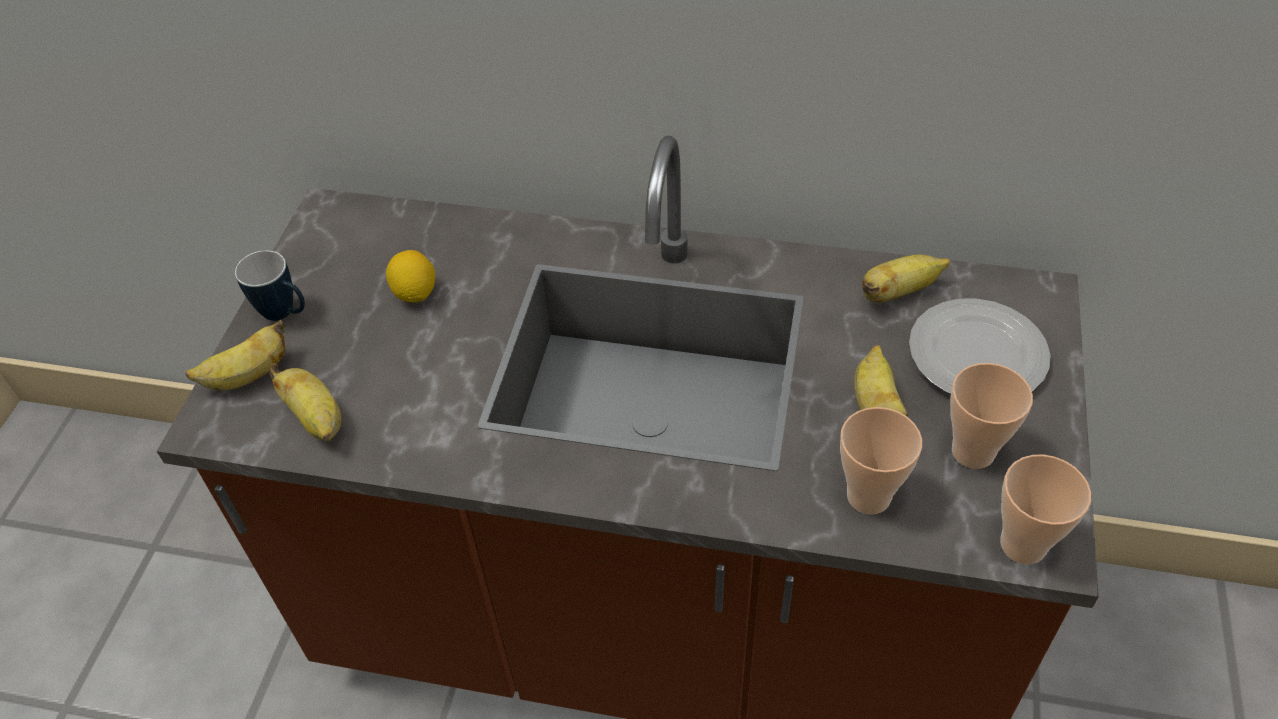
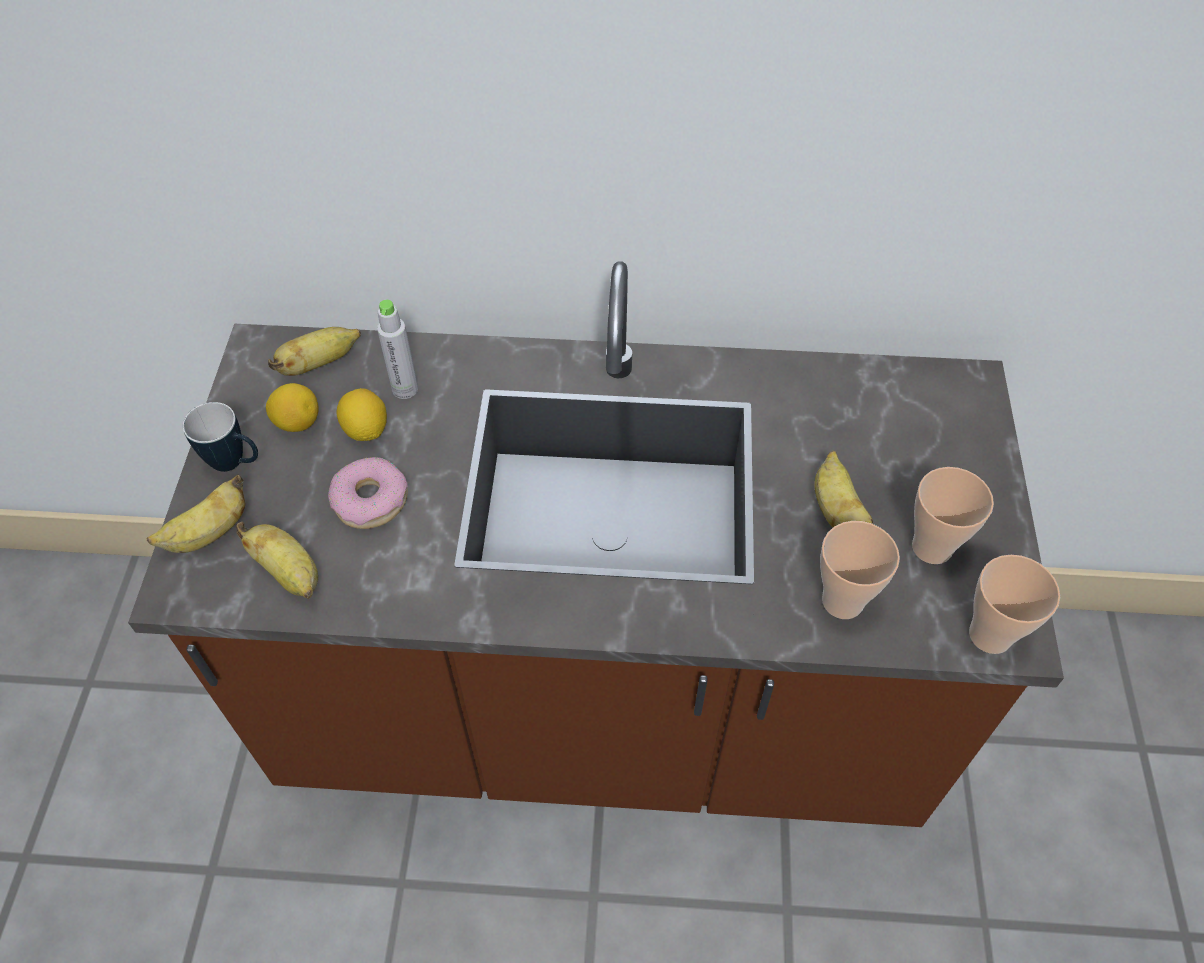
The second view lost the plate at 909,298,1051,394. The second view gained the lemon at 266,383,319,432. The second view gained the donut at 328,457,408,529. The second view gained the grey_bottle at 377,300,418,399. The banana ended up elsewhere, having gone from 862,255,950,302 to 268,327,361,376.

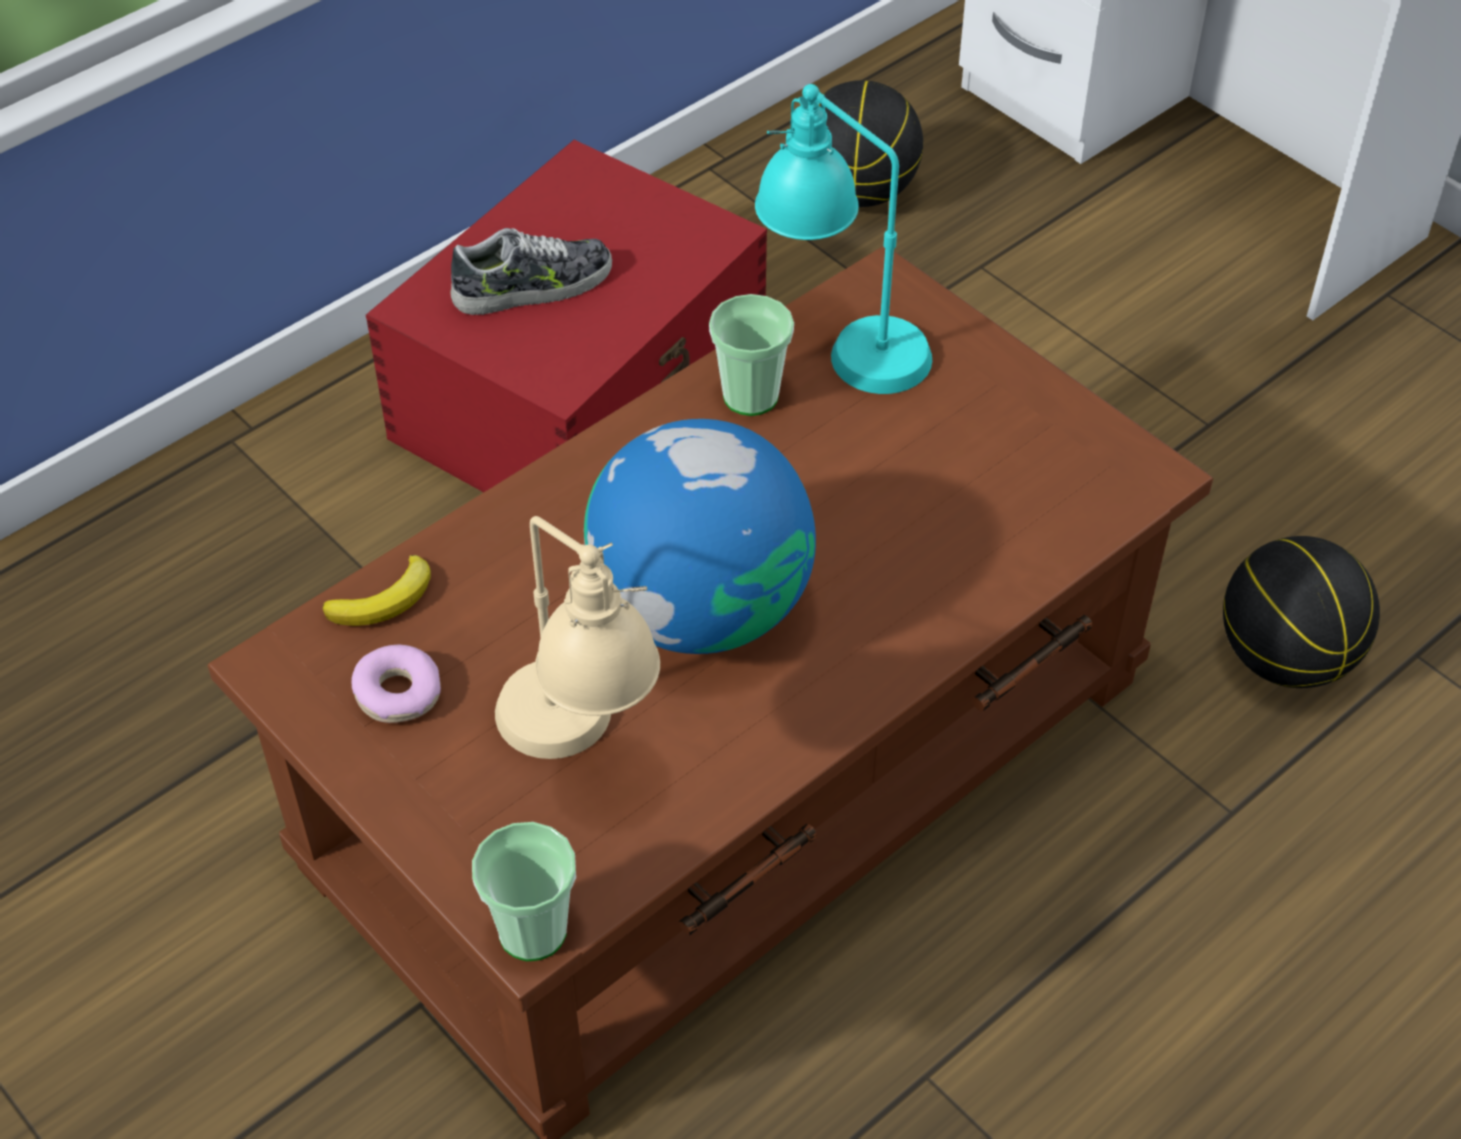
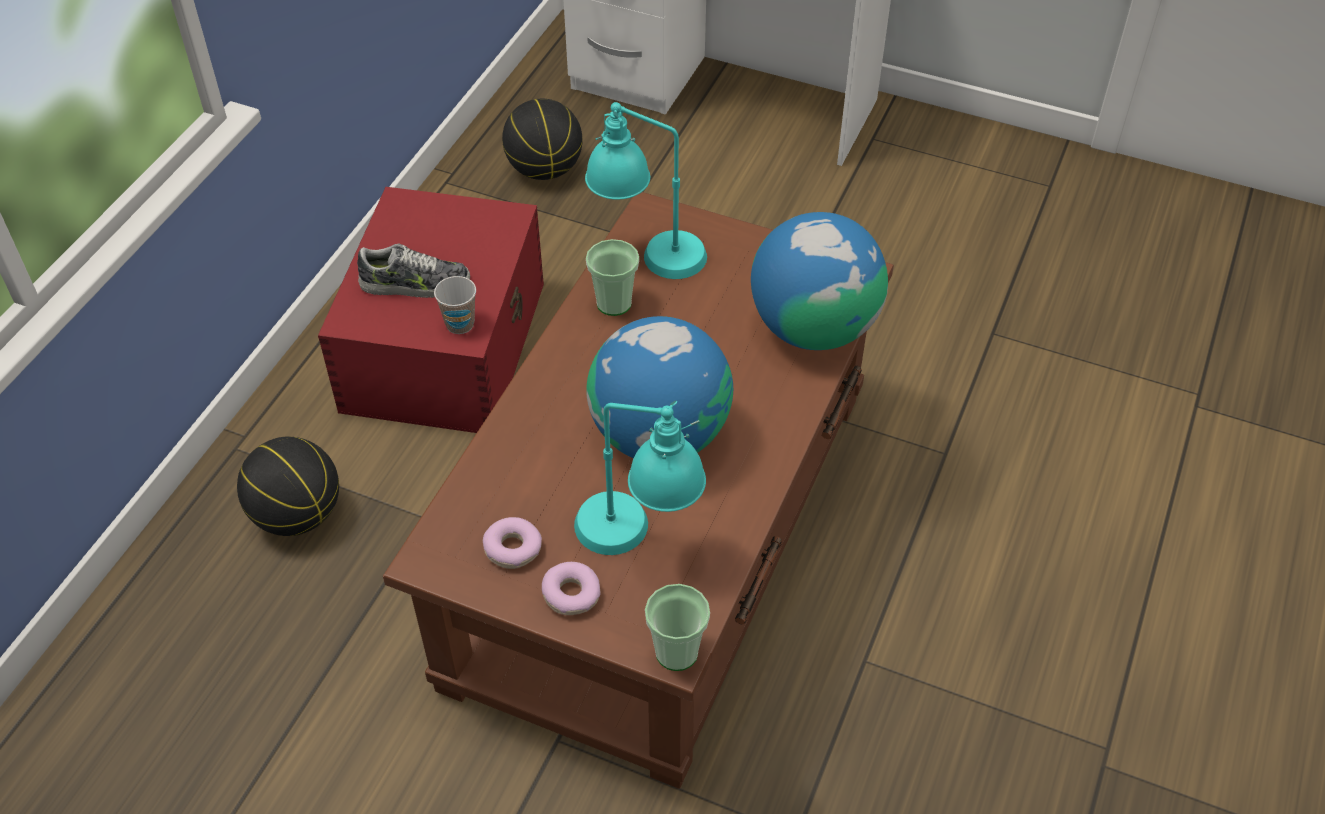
The second view lost the banana at 322,555,431,626. The second view gained the cup at 434,276,476,334. The second view gained the donut at 542,562,600,615. The second view gained the globe at 751,212,888,350. The basketball ended up elsewhere, having gone from 1223,536,1380,688 to 237,437,339,536. What was the beige_table_lamp at 495,516,660,759 turned into the turquoise_table_lamp at 574,401,706,555. The shoe at 451,228,612,315 ended up facing another way, 45 degrees clockwise from before.

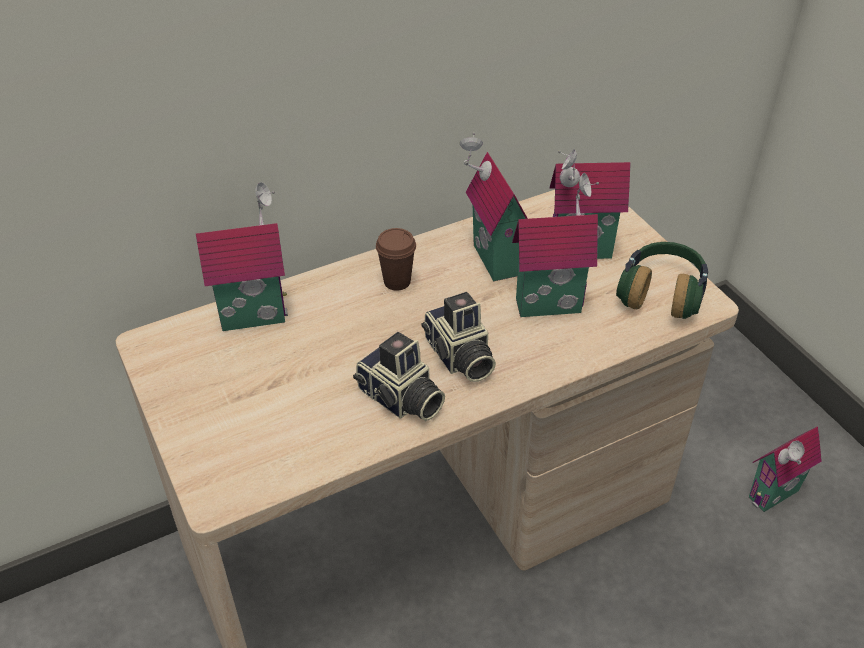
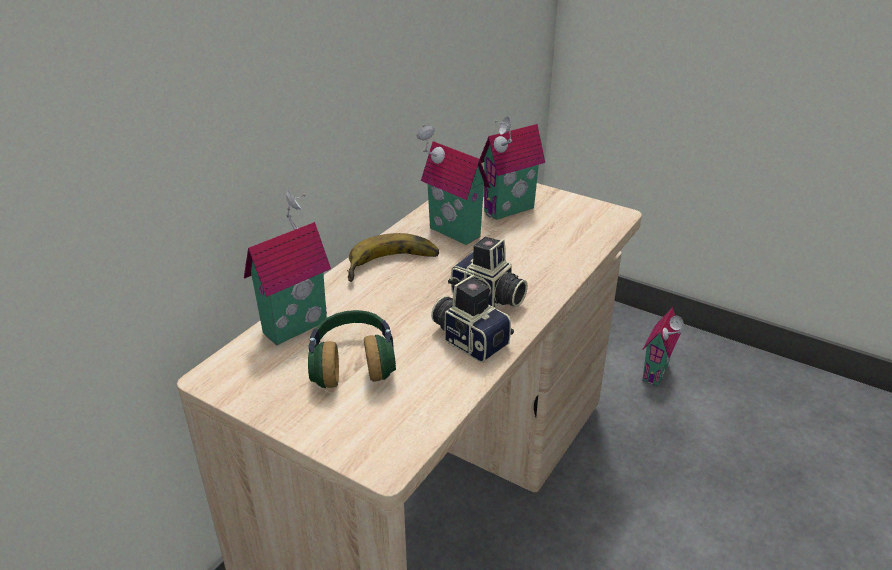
The second view lost the toy_house at 512,173,599,317. The headphones ended up elsewhere, having gone from 616,242,708,319 to 308,310,396,388. Where the brown_cup stood at 376,228,416,291, the banana came to stand at 347,233,439,282. The photo_camera at 353,332,445,421 ended up facing another way, 150 degrees counterclockwise from before.

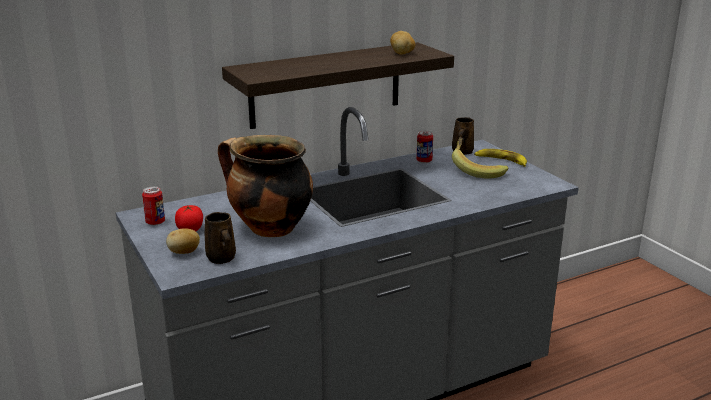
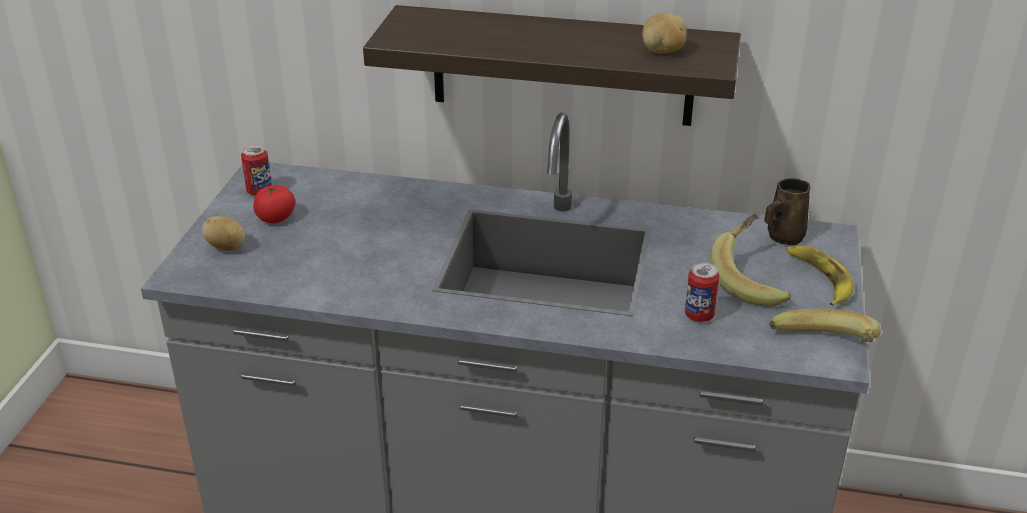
The second view lost the brown_mug at 205,212,236,264. The second view lost the cooking_pot at 218,135,313,237. The second view gained the banana at 769,309,881,344. The can ended up elsewhere, having gone from 416,131,433,163 to 685,262,720,322.

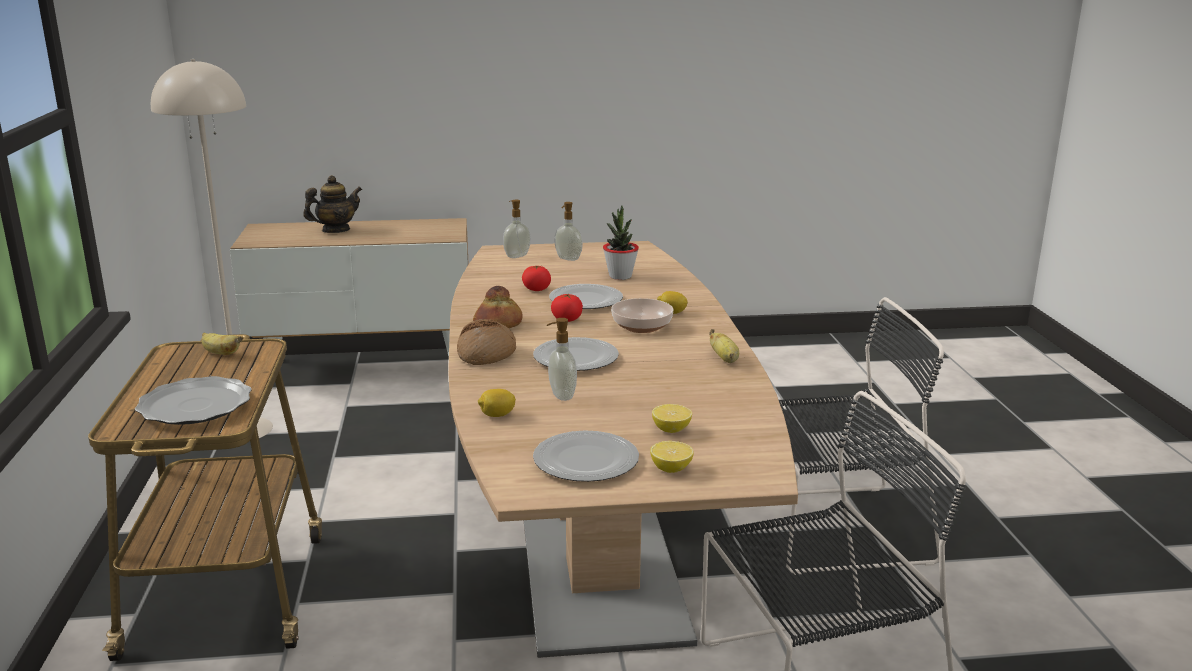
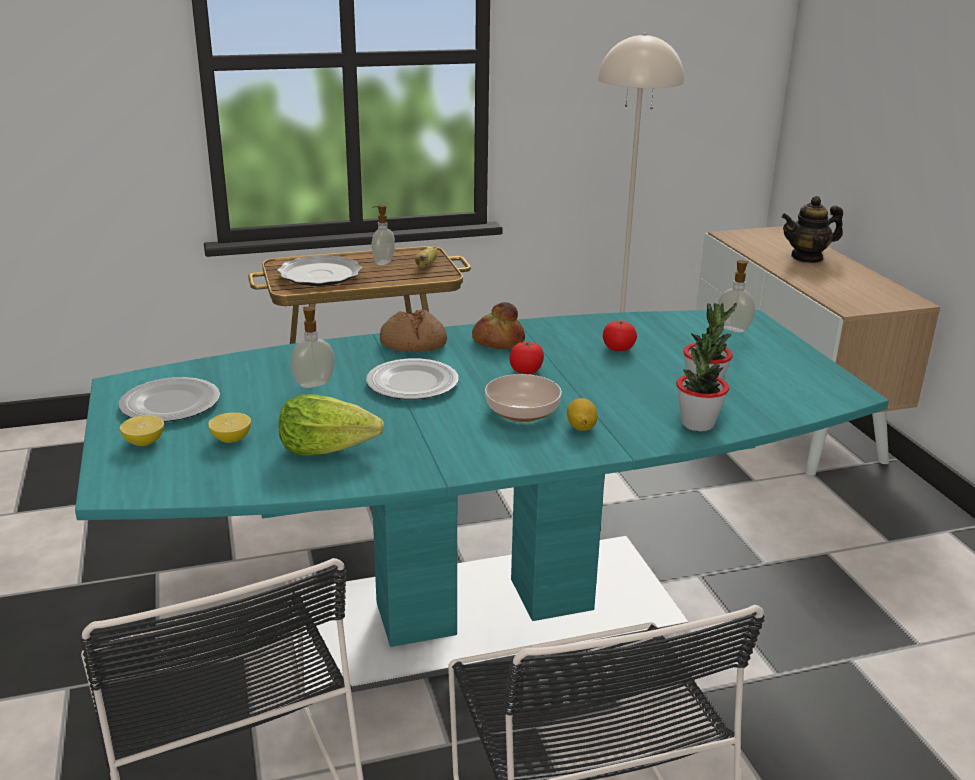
The second view lost the lemon at 478,389,516,417. The second view lost the plate at 549,284,623,309. The second view lost the banana at 709,329,739,363. The second view gained the lettuce at 279,394,384,455. The second view gained the potted_plant at 676,334,729,431. The soap_dispenser ended up elsewhere, having gone from 554,202,583,261 to 372,205,395,265. What was the brown_dining_table at 448,241,798,658 turned into the turquoise_dining_table at 75,310,889,697. The teapot at 303,175,362,233 ended up facing another way, 120 degrees clockwise from before.

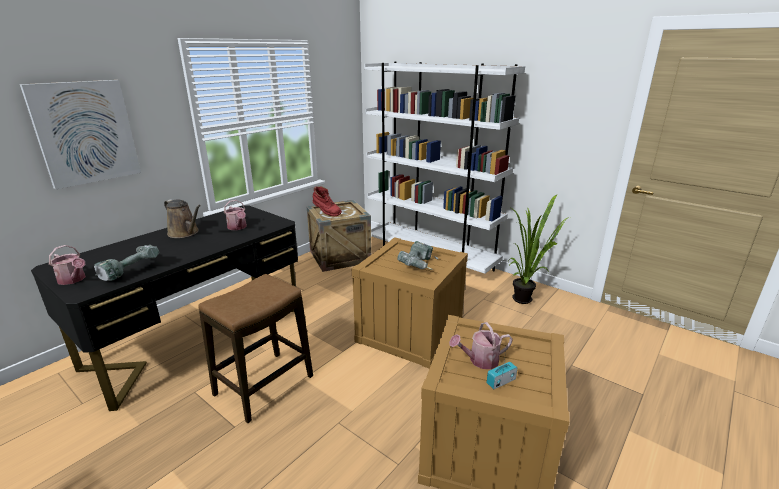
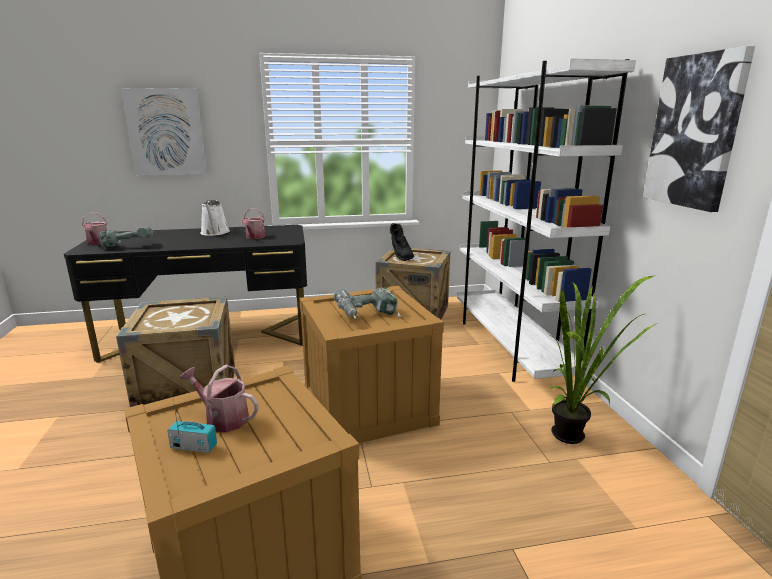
The second view gained the picture at 643,46,755,212. Where the stool stood at 199,274,313,423, the crate came to stand at 116,297,235,407. What was the brown_watering_can at 164,199,201,238 turned into the white_watering_can at 200,200,230,236. What was the red_boot at 313,186,342,216 turned into the black_boot at 389,223,414,261.

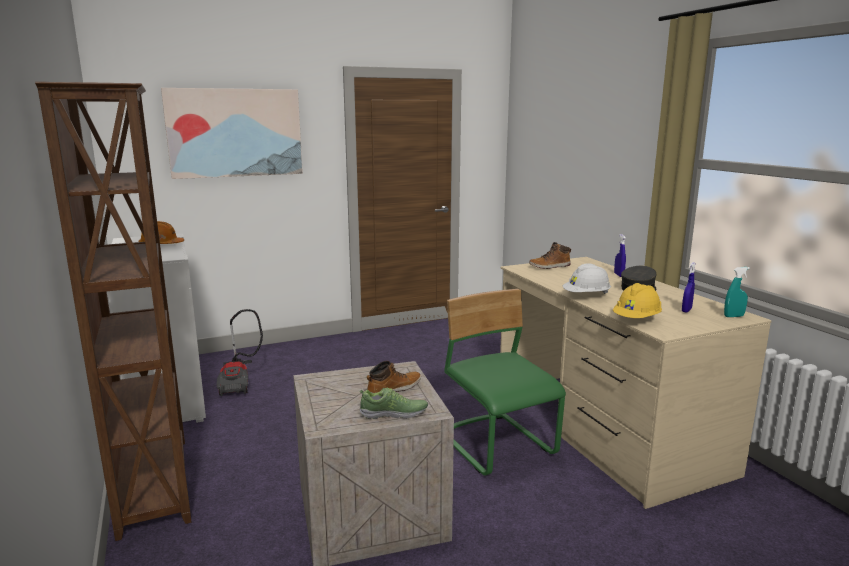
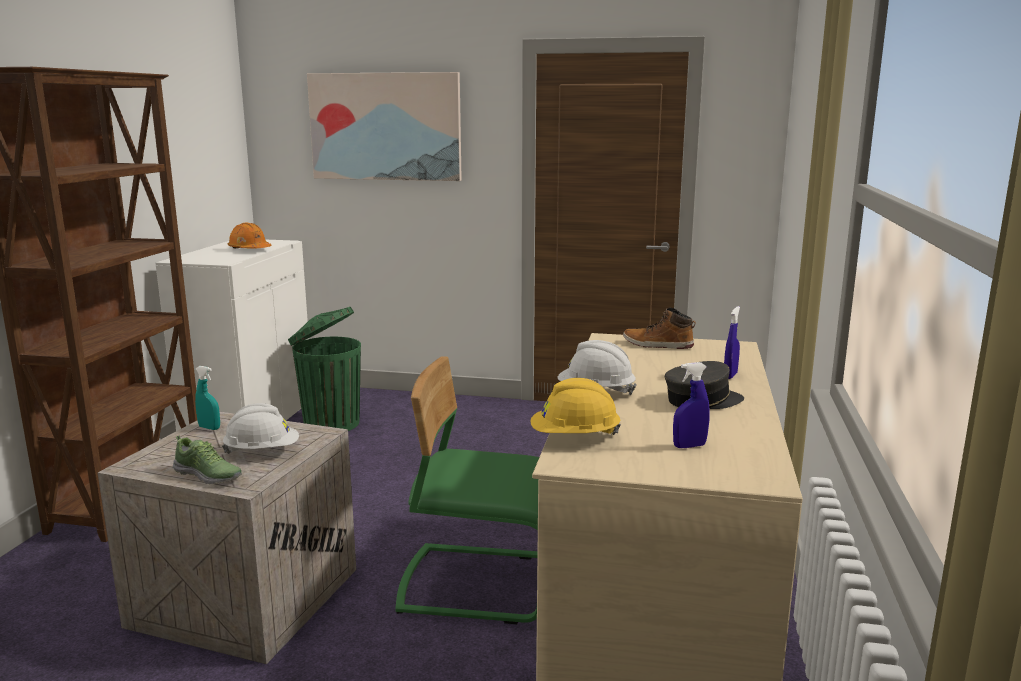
The turquoise_spray_bottle ended up elsewhere, having gone from 724,267,750,317 to 195,366,220,430. Where the vacuum_cleaner stood at 217,309,263,396, the green_trash_can came to stand at 288,307,361,431. Where the boot stood at 367,361,421,393, the white_hard_hat came to stand at 222,403,299,454. The green_chair at 444,289,566,476 ended up facing another way, 90 degrees counterclockwise from before.

